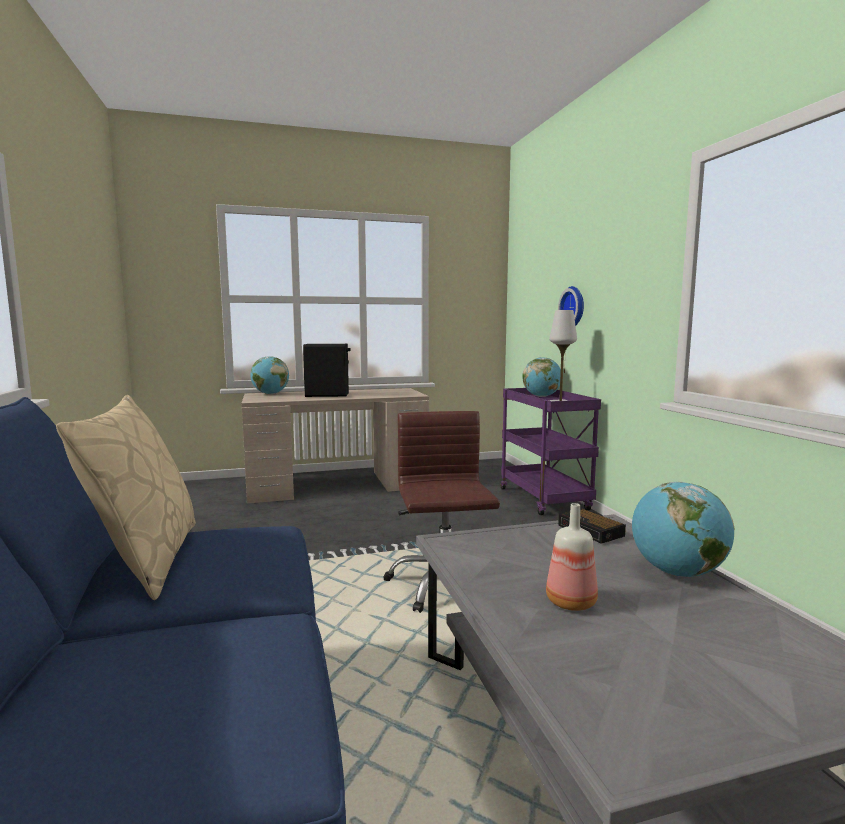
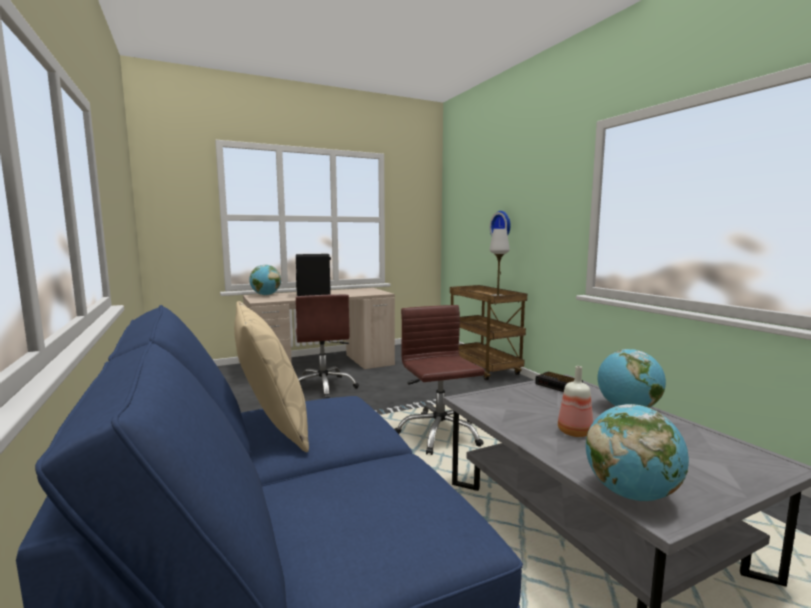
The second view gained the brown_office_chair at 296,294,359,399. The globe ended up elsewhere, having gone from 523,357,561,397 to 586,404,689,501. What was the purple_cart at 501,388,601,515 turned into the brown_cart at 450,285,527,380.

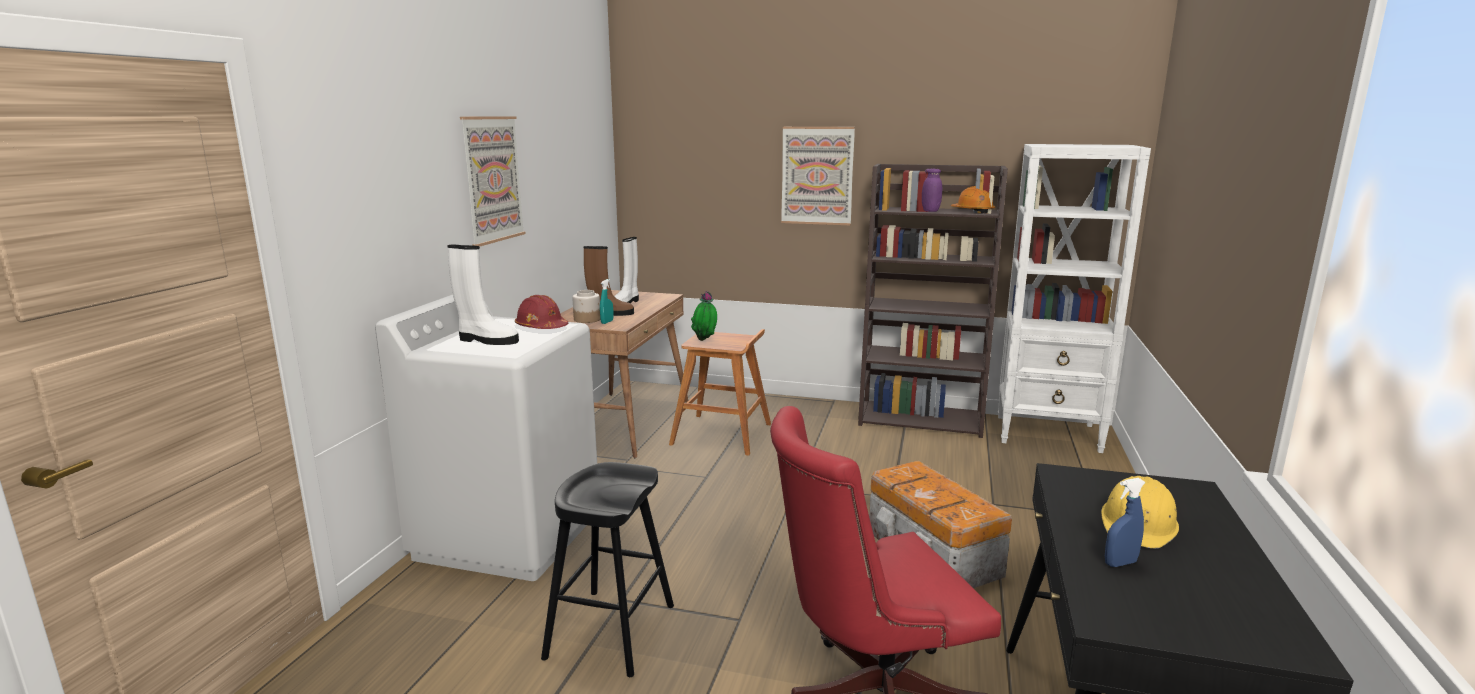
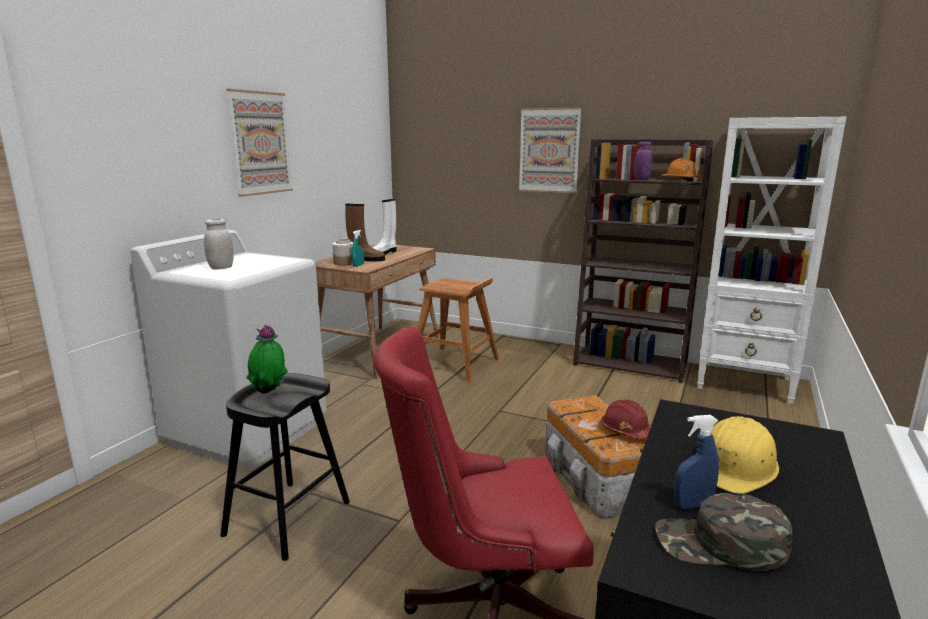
The second view gained the green_cap at 655,493,793,571. The red_hard_hat ended up elsewhere, having gone from 515,295,568,329 to 601,399,651,440. The potted_plant ended up elsewhere, having gone from 691,291,717,341 to 246,325,288,394. Where the white_boot stood at 447,245,519,345, the white_jar came to stand at 204,218,234,270.

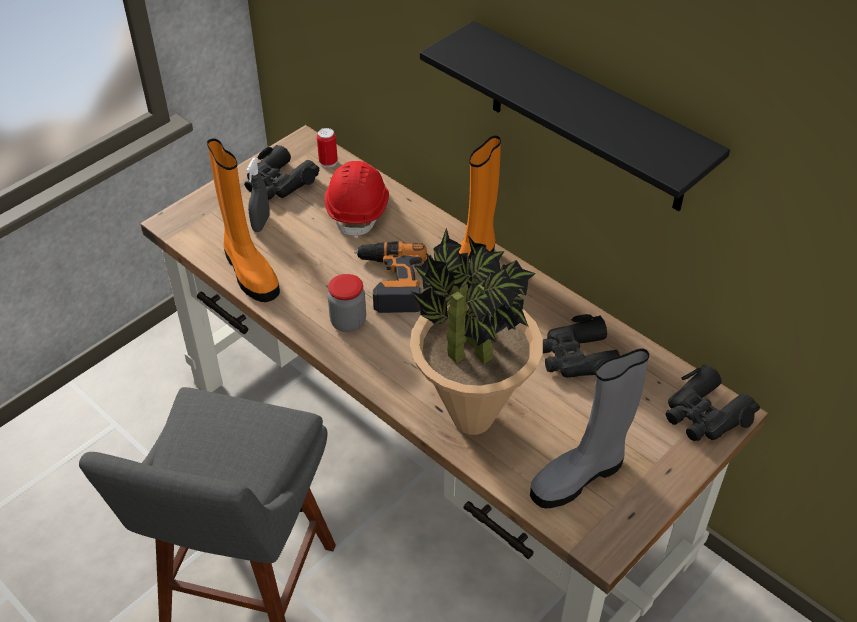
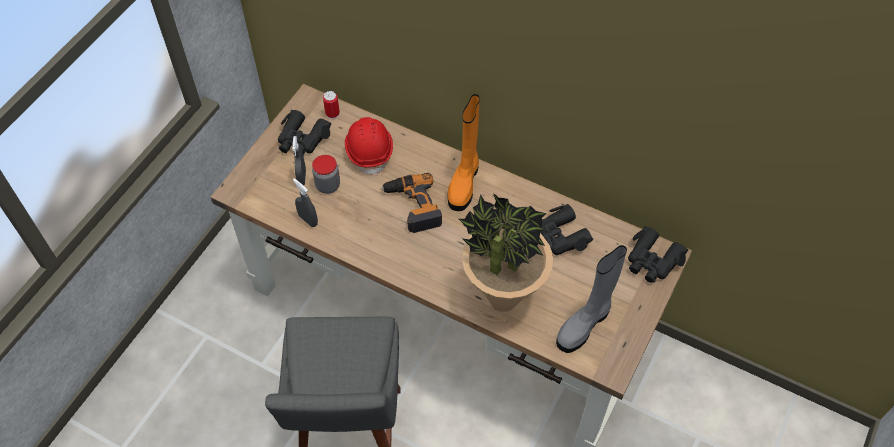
The second view lost the black_shelf at 420,21,730,211. The jar ended up elsewhere, having gone from 328,274,366,332 to 312,155,340,194. Where the orange_boot stood at 207,138,280,302, the grey_spray_bottle came to stand at 293,178,318,227.

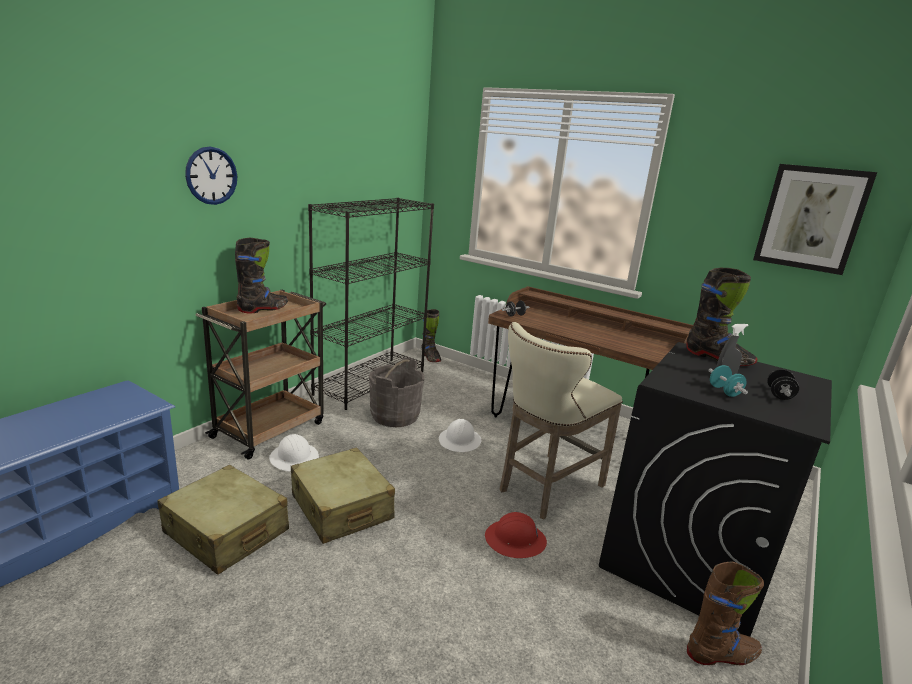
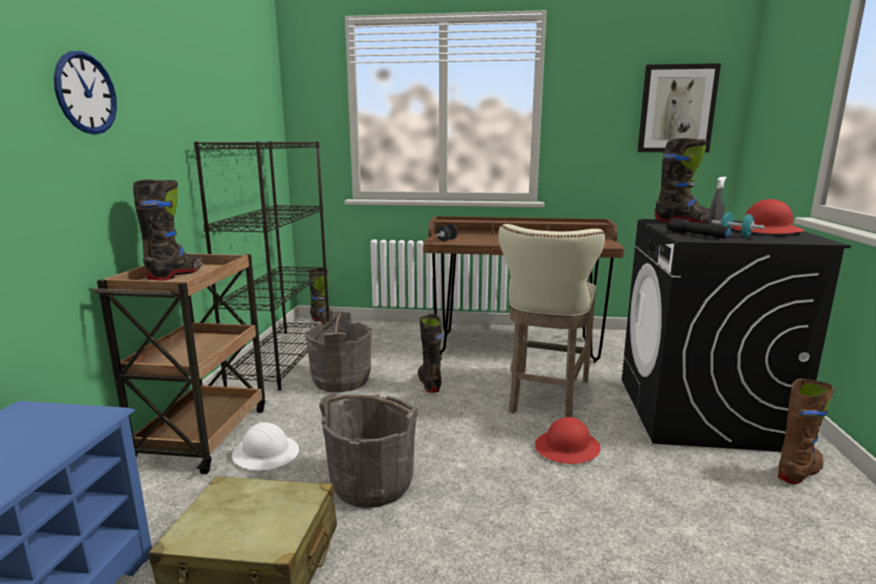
The second view gained the black_flashlight at 667,218,732,239. Where the beige_suitcase stood at 291,447,395,544, the grey_bucket came to stand at 319,392,419,508. Where the white_hard_hat stood at 439,419,481,452, the black_boot came to stand at 418,314,443,393. Where the black_dumbbell stood at 767,369,799,400, the red_hard_hat came to stand at 732,199,804,235.

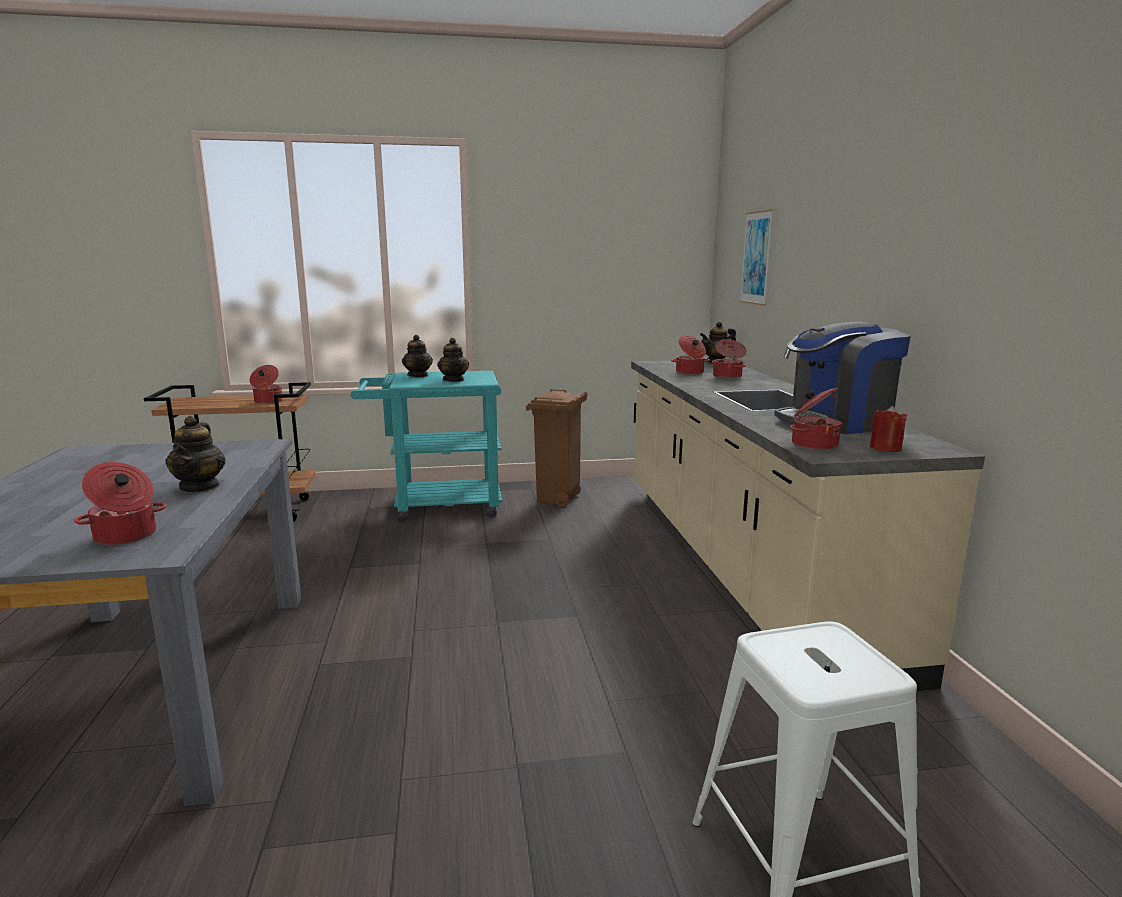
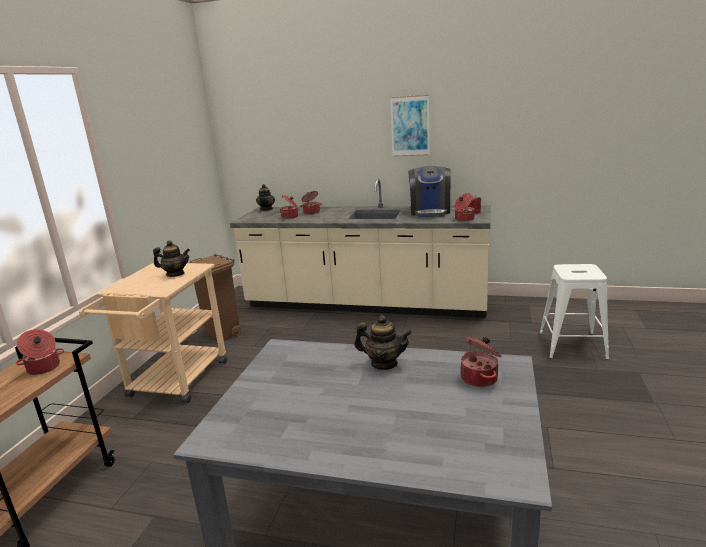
The second view lost the teapot at 402,335,433,377. The picture ended up elsewhere, having gone from 739,209,773,306 to 390,95,430,157. What was the turquoise_cart at 350,371,503,523 turned into the beige_cart at 79,262,227,403.

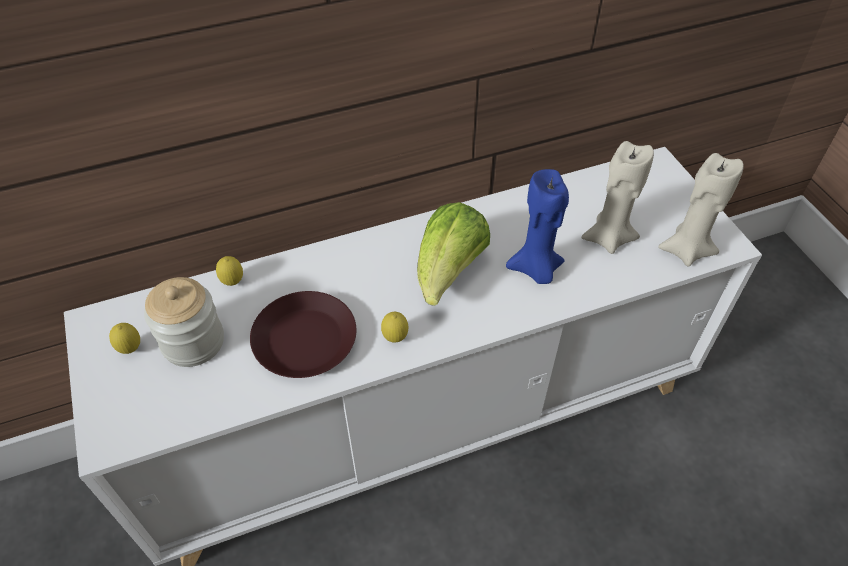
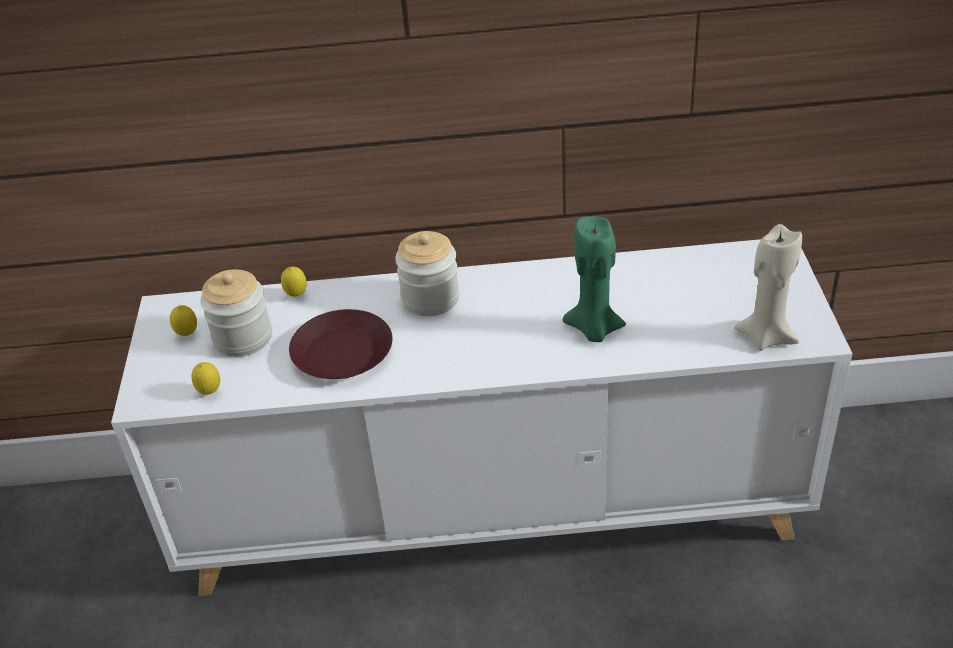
The second view lost the lettuce at 417,202,490,306. The second view lost the beige_candle at 581,141,654,254. The second view gained the jar at 395,231,460,316. The lemon ended up elsewhere, having gone from 381,312,409,343 to 192,362,220,395. What was the blue_candle at 506,169,569,284 turned into the green_candle at 563,216,626,342.

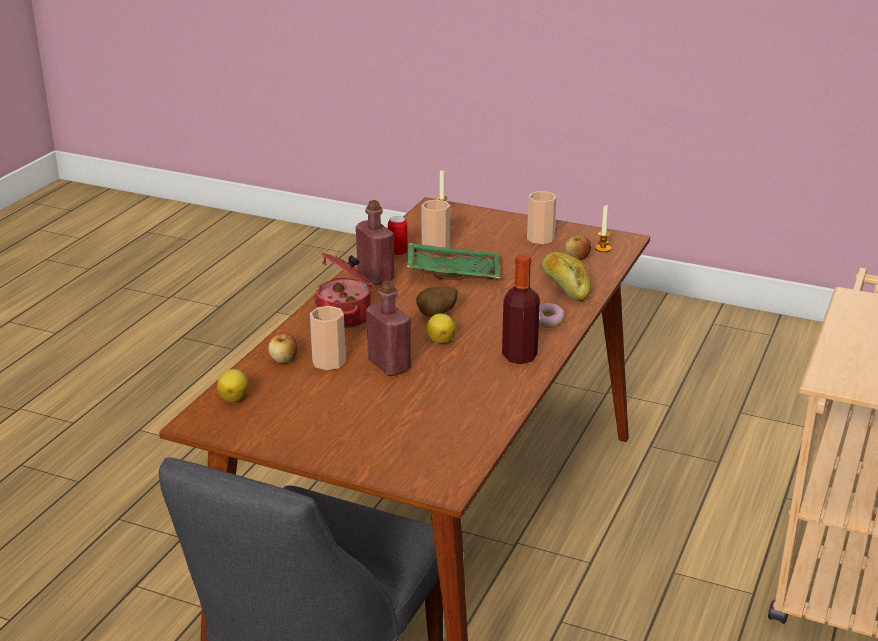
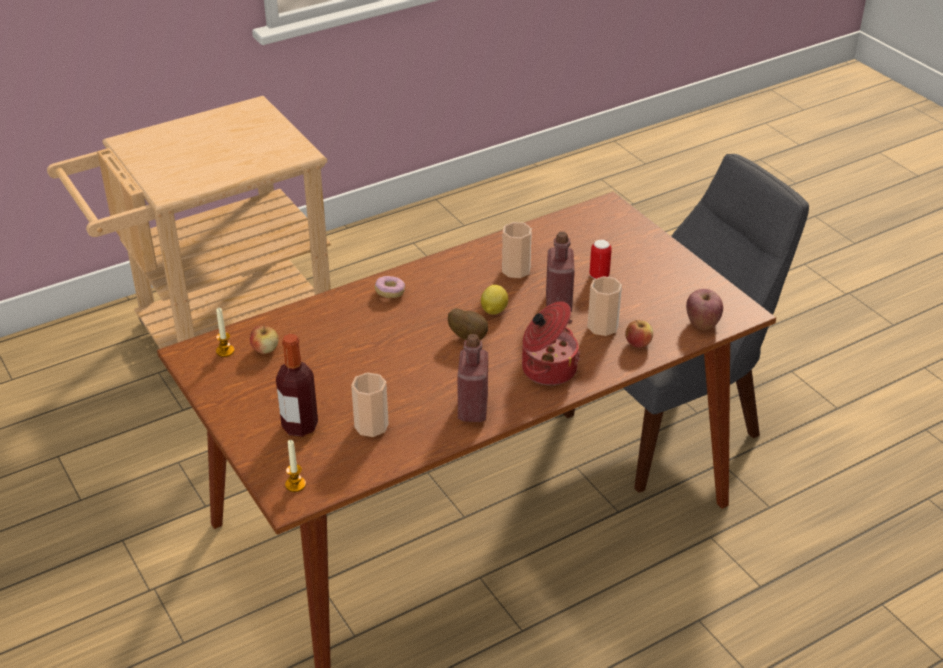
The second view lost the green_tray at 407,243,500,280. The second view lost the bread at 542,252,591,301. The can ended up elsewhere, having gone from 388,216,408,256 to 589,240,612,279. The bottle ended up elsewhere, having gone from 502,254,540,364 to 276,334,318,437. The cup ended up elsewhere, having gone from 527,191,557,245 to 502,222,532,278. Where the lemon stood at 217,369,248,402, the apple came to stand at 686,289,723,330.

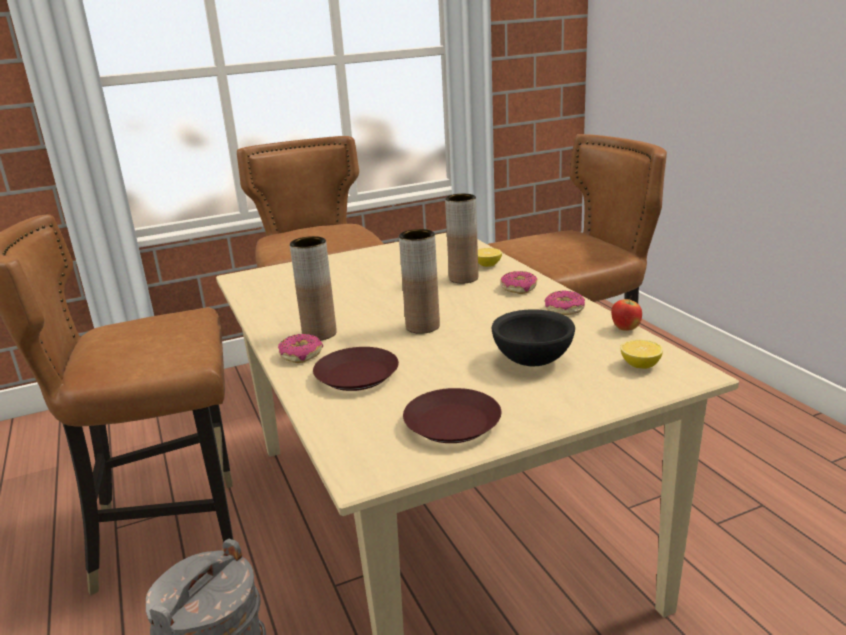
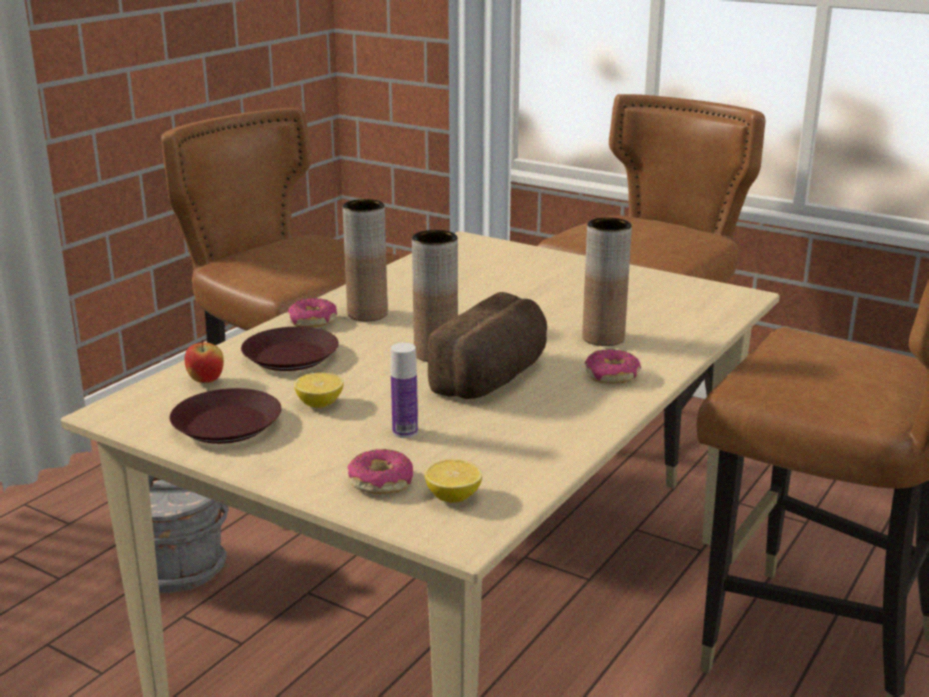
The second view gained the bread at 428,292,547,399. The lemon ended up elsewhere, having gone from 478,248,502,267 to 294,373,344,408. The donut ended up elsewhere, having gone from 545,290,585,315 to 347,449,413,494. The apple ended up elsewhere, having gone from 611,297,642,331 to 185,340,224,383. Where the black_bowl stood at 491,309,575,366, the bottle came to stand at 391,343,418,438.

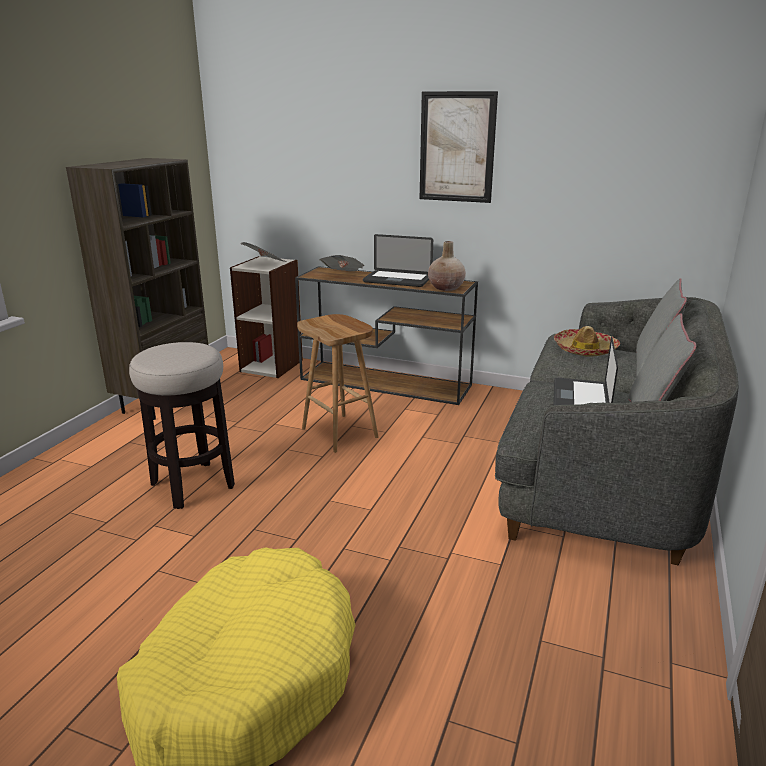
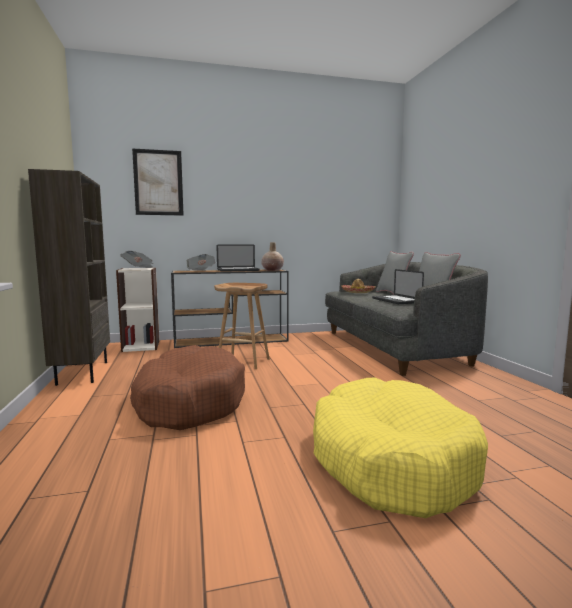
The picture ended up elsewhere, having gone from 420,91,498,203 to 132,148,184,216. Where the stool stood at 129,342,235,509, the brown_dog_bed came to stand at 130,345,245,430.

